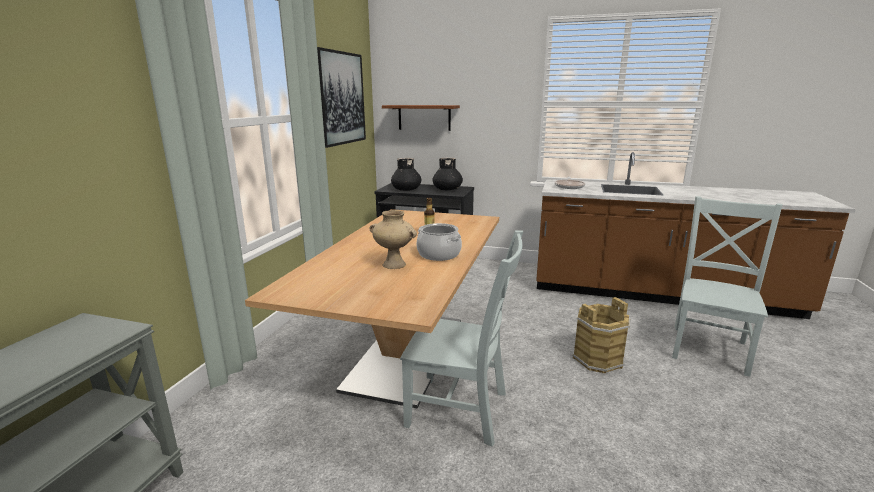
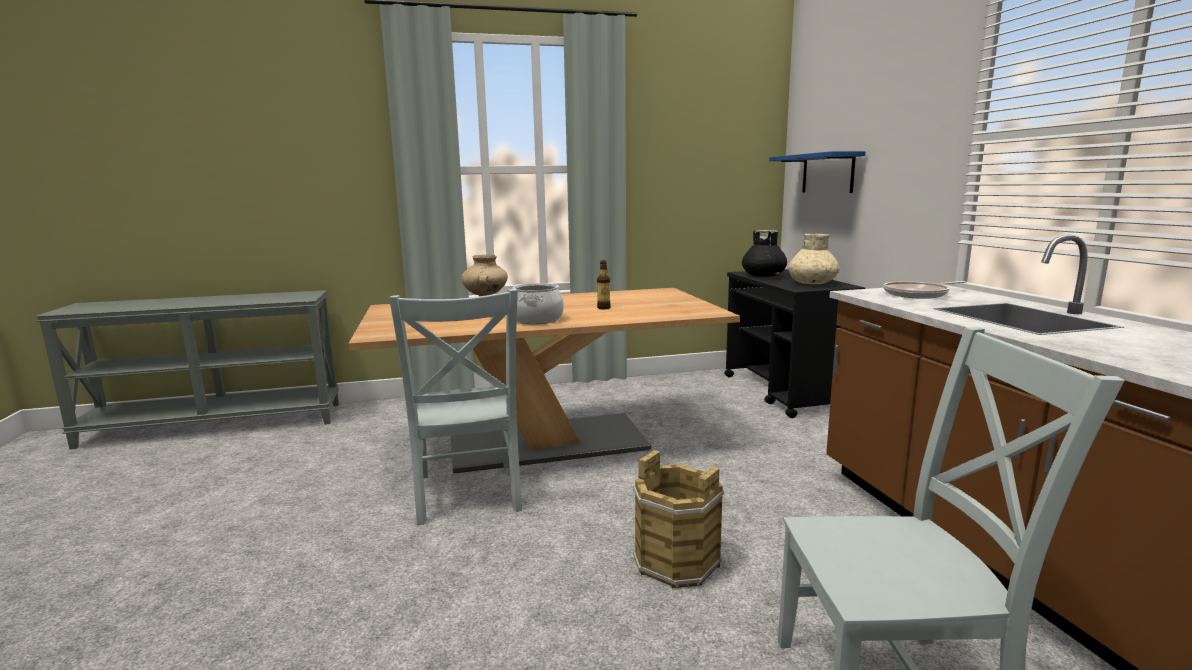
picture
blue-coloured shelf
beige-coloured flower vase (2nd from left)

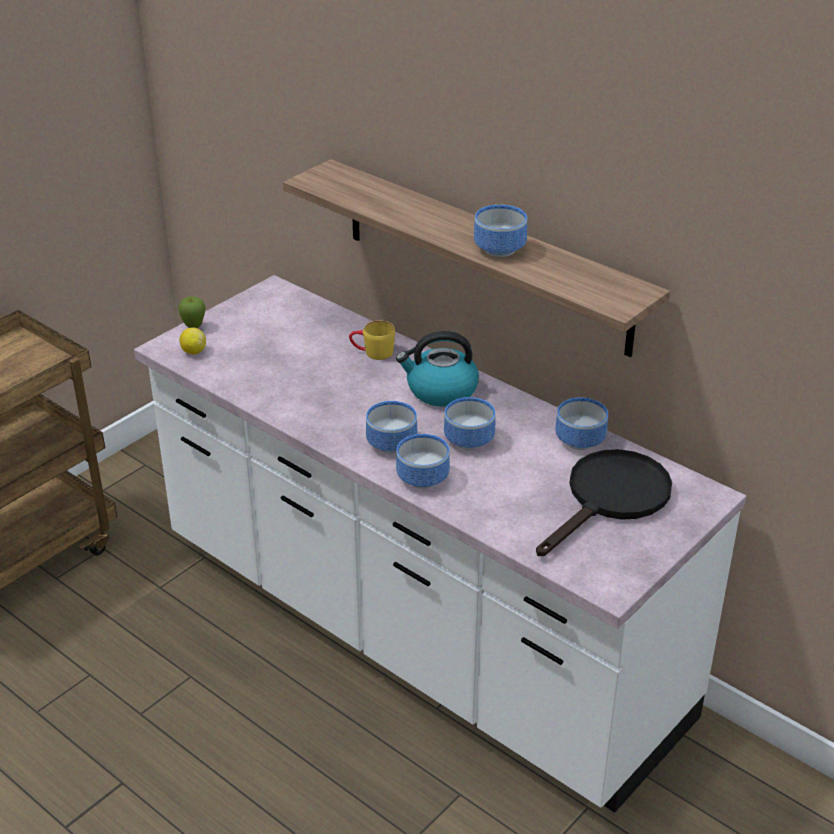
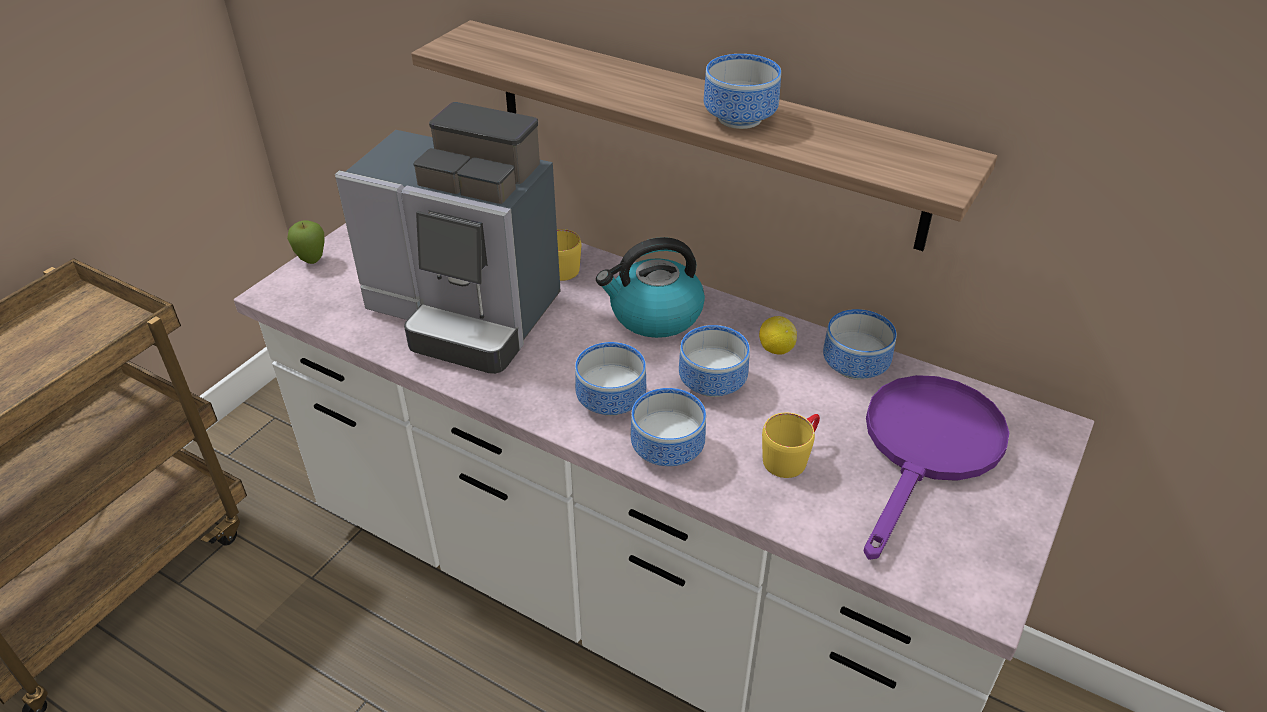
coffee machine
yellowish coffee mug (2nd from left)
lemon
purplish pan

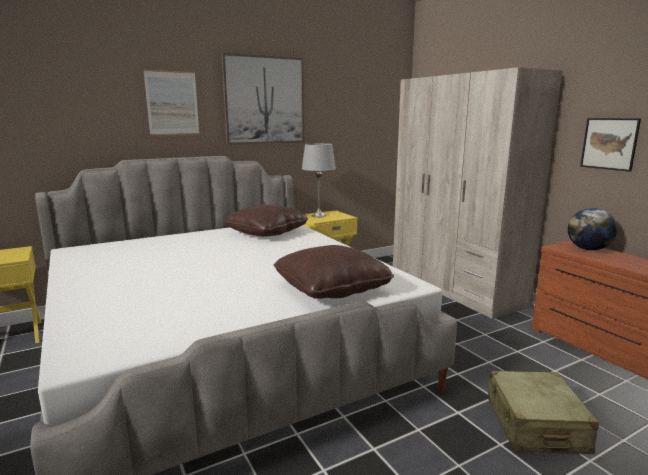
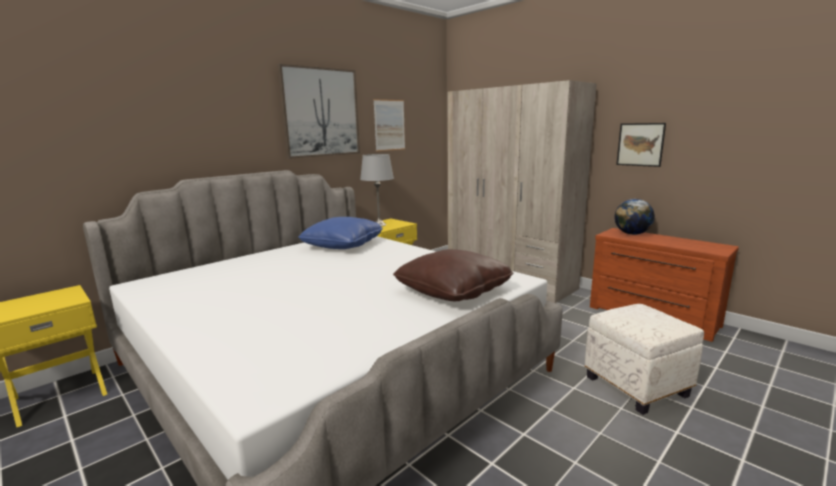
picture (2nd from left)
whitish footrest
blue-coloured cushion

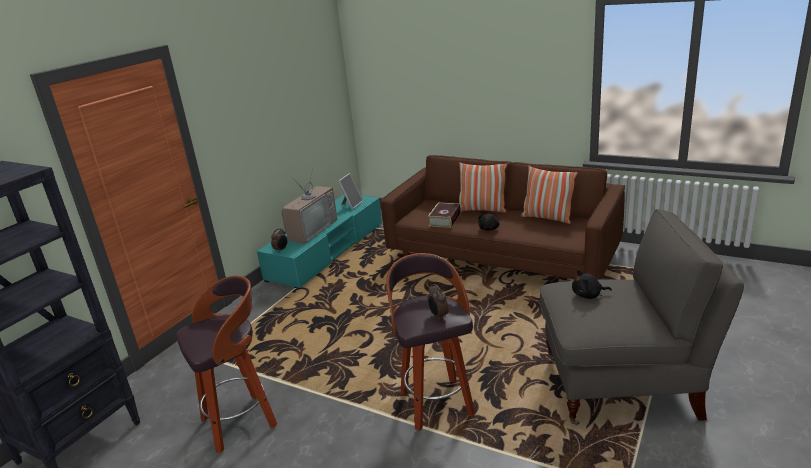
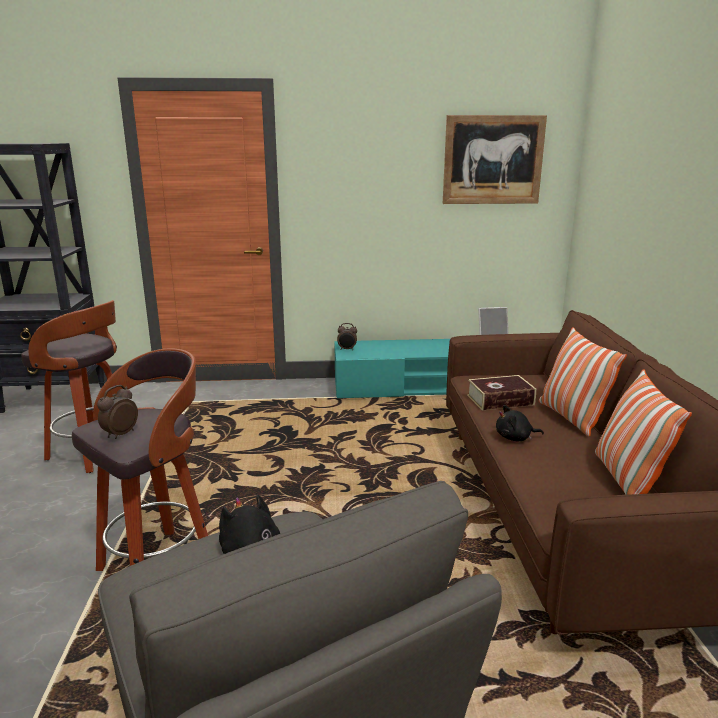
TV
picture

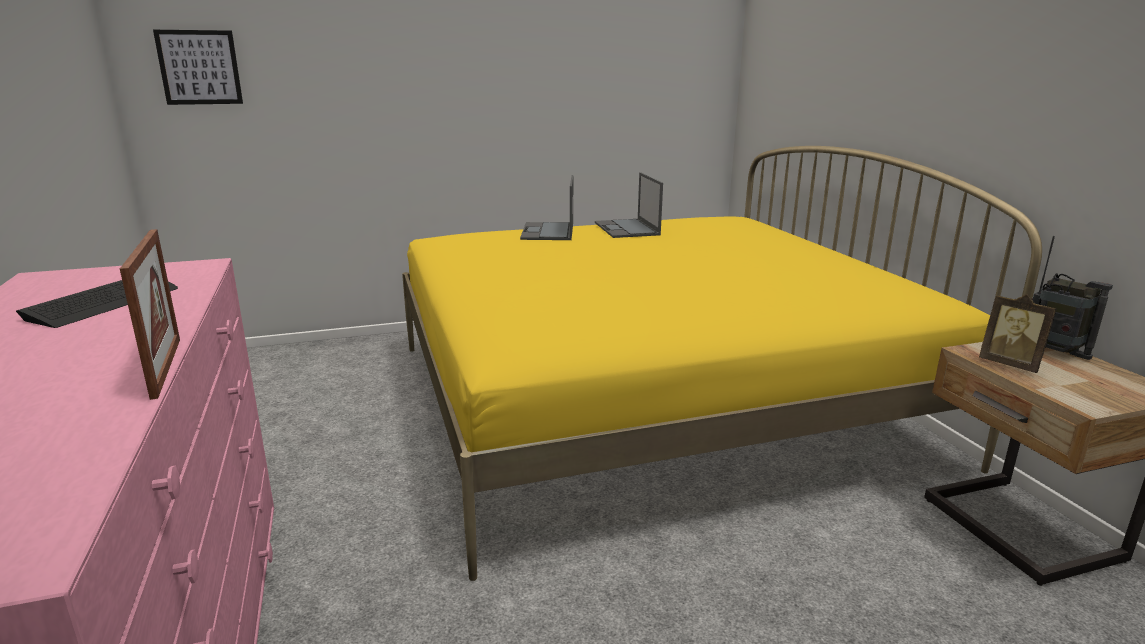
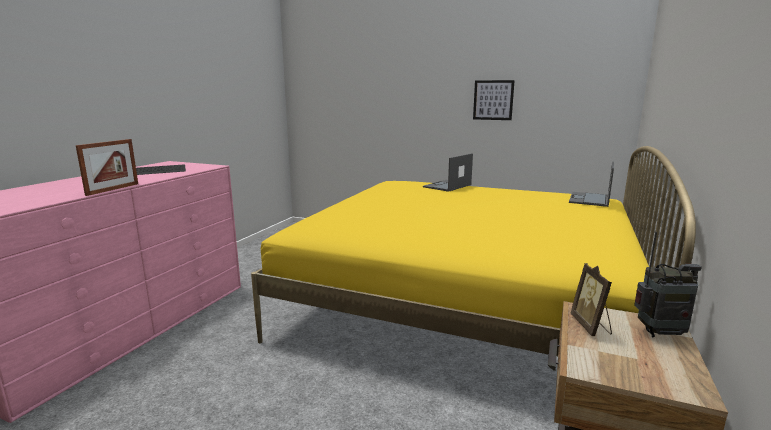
picture
laptop (2nd from left)
radio set

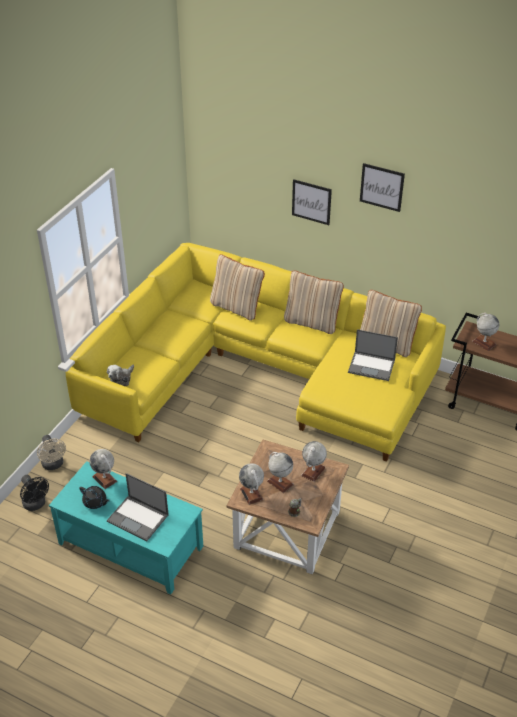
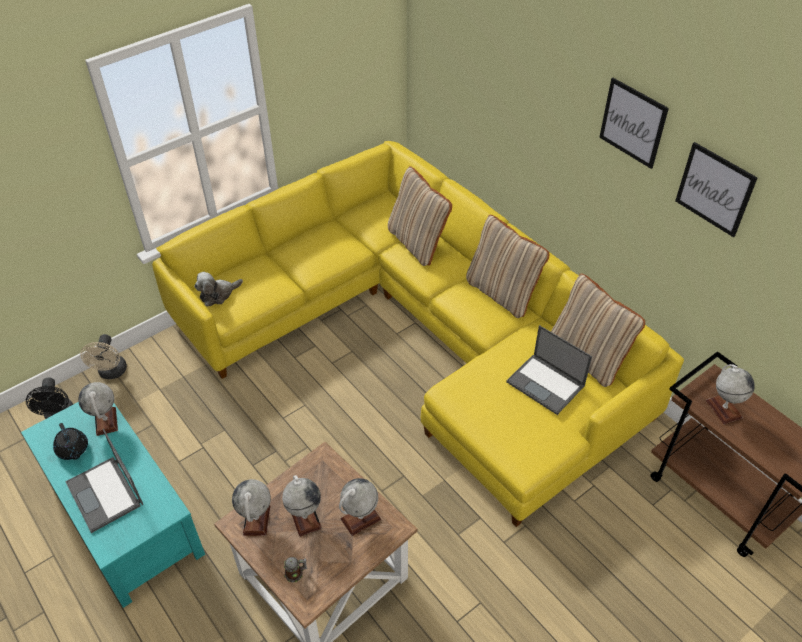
picture (2nd from left)

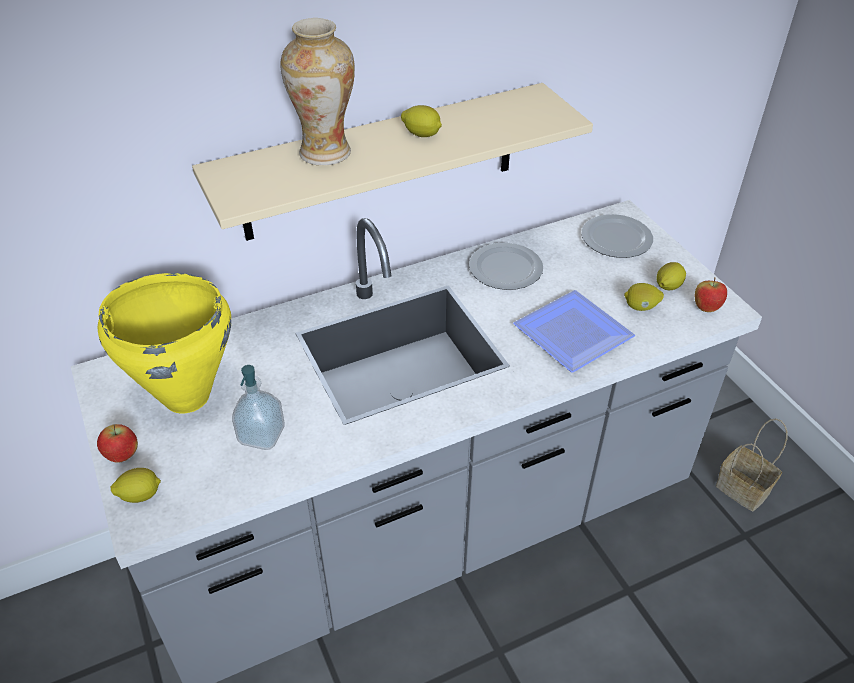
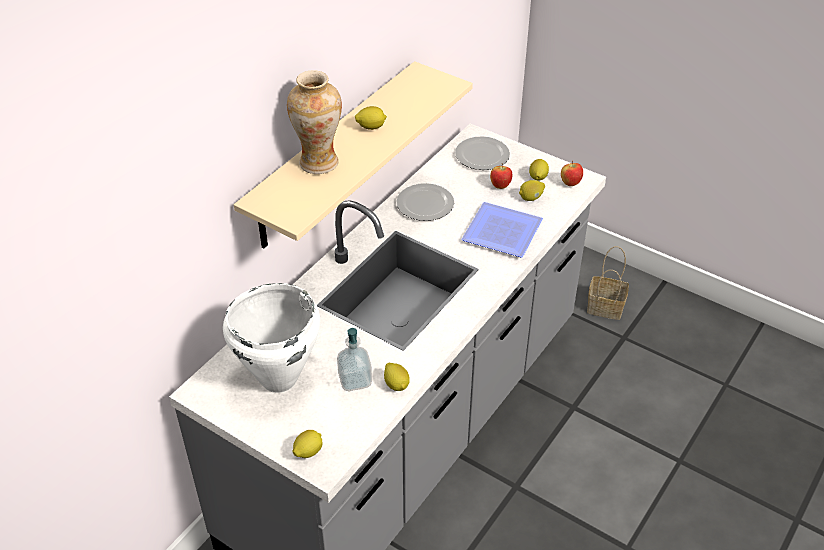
lemon (3rd from left)
apple (1st from left)
whitish saucepot

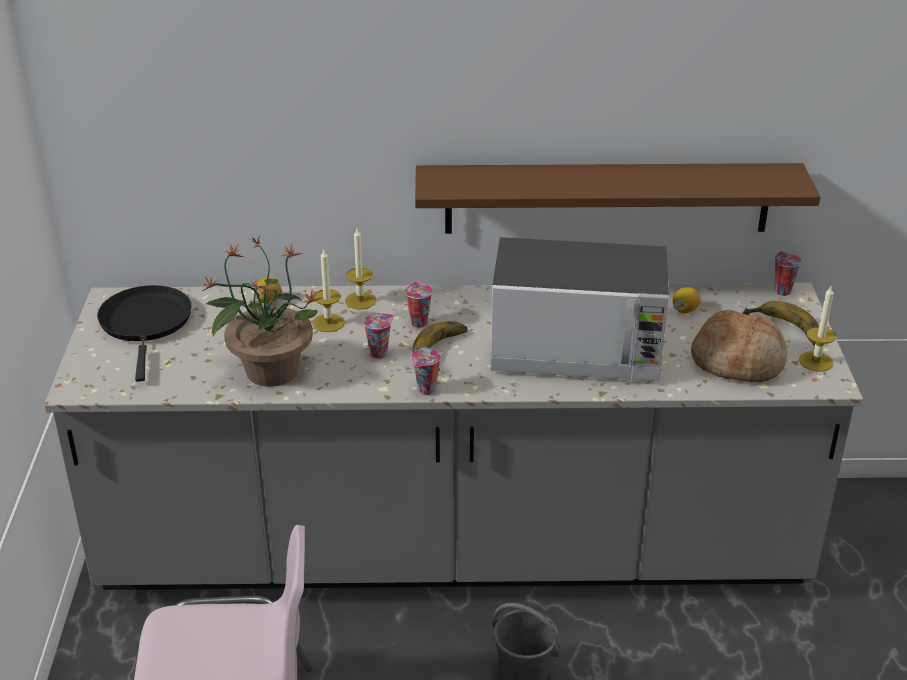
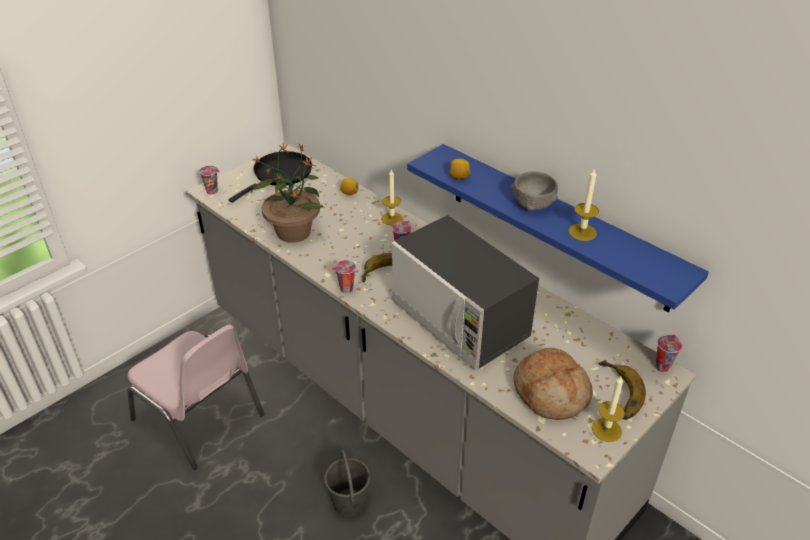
greyish bowl
wax light (2nd from left)
cup (1st from left)
lemon (2nd from left)
blue-coloured shelf

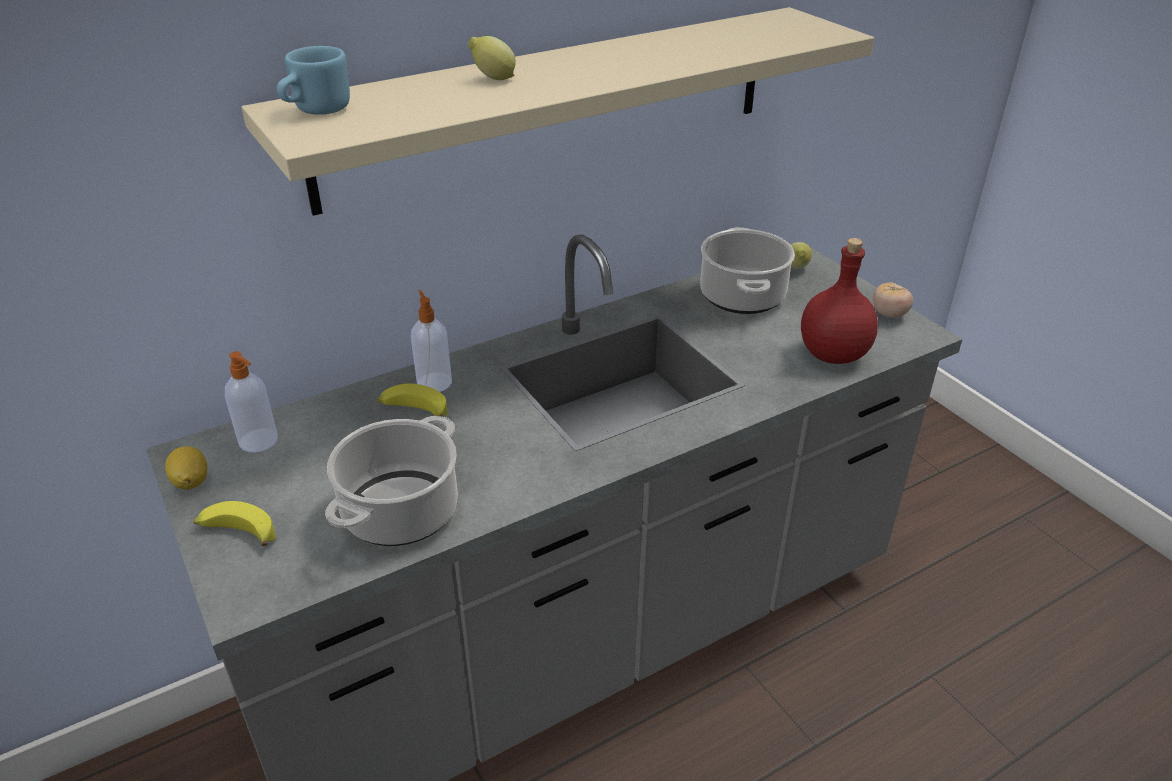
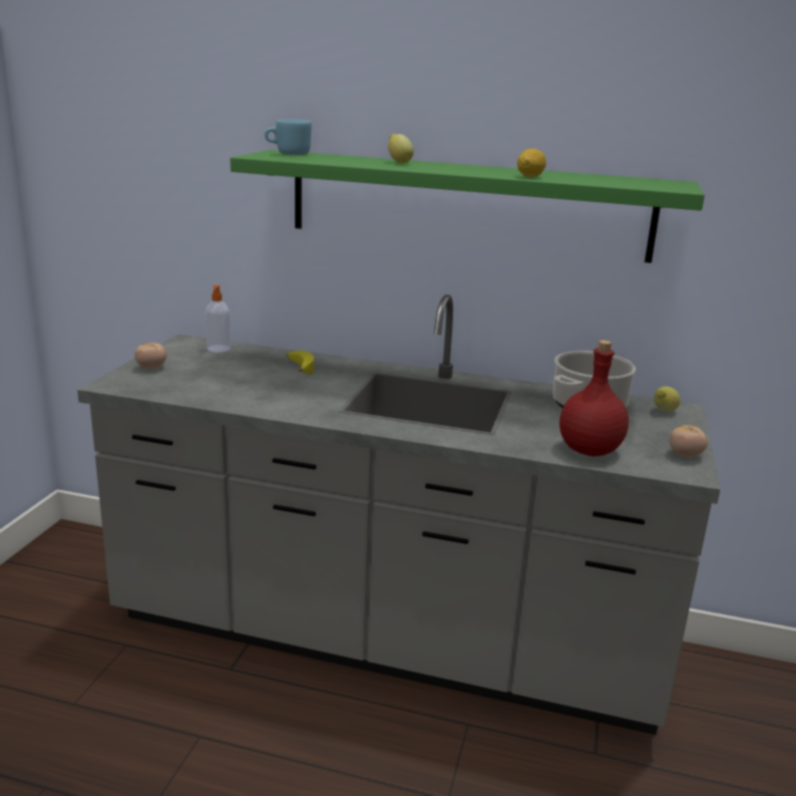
saucepot (1st from left in the first image)
liquid soap bottle (2nd from left in the first image)
lemon (2nd from left)
whole tomato (1st from left)
green shelf

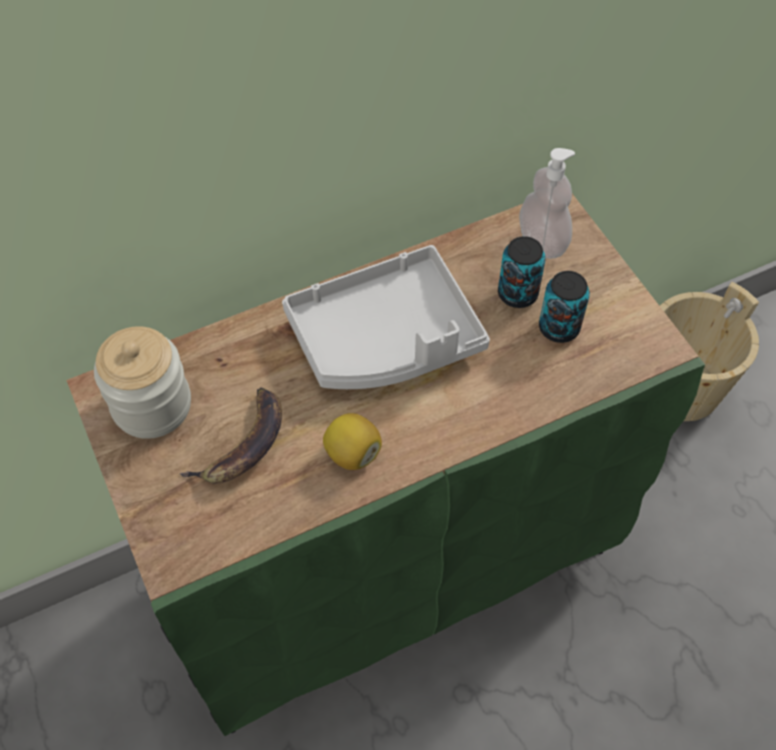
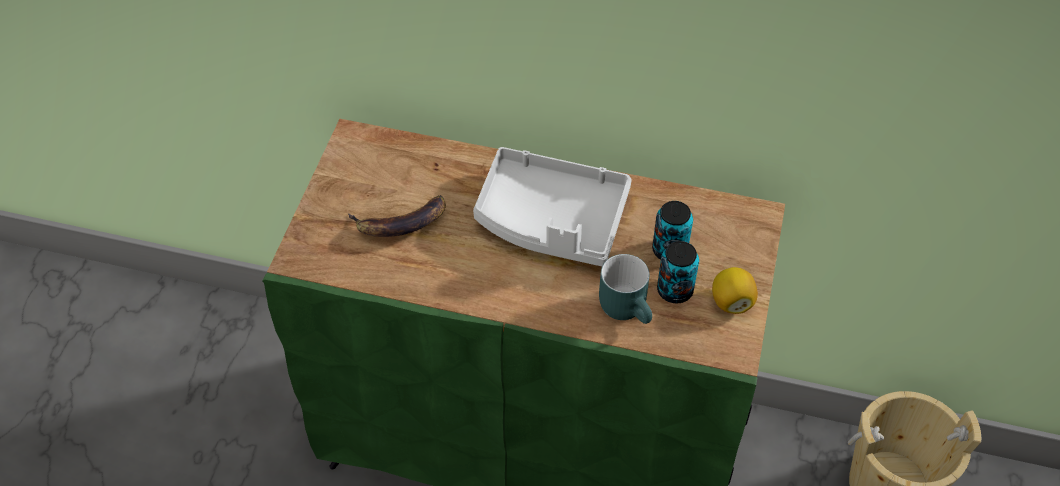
preserve jar
liquid soap bottle
turquoise-coloured coffee mug
lemon

